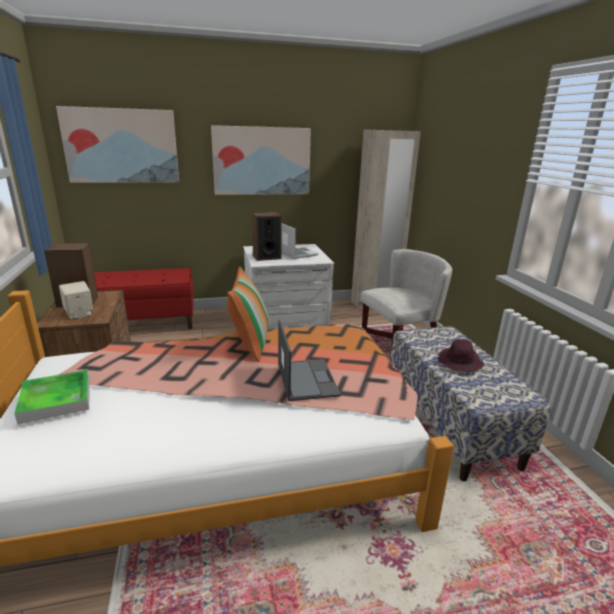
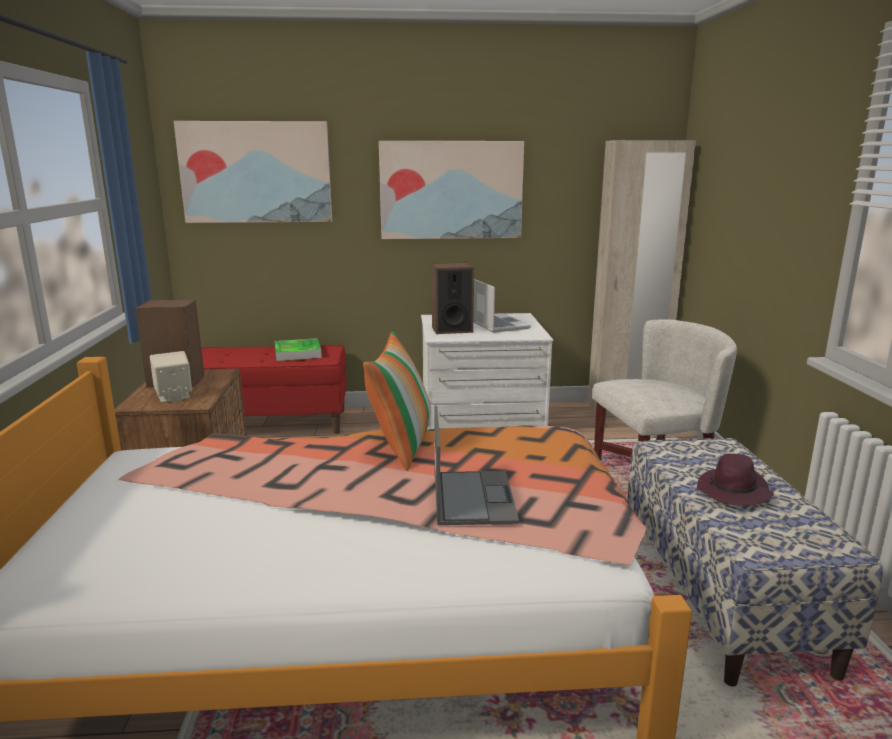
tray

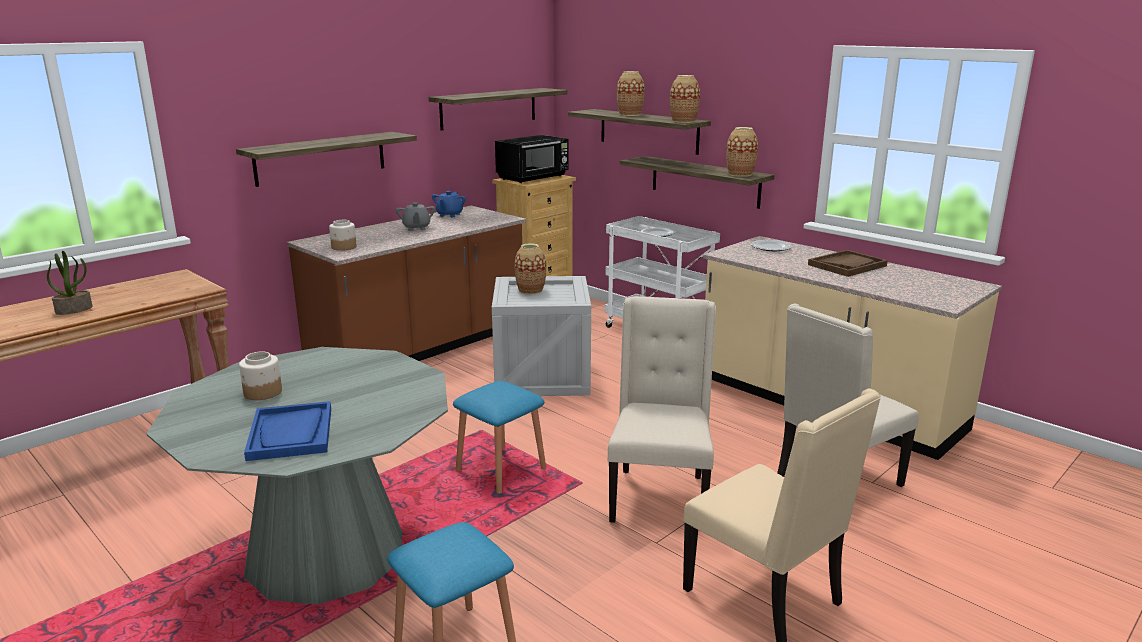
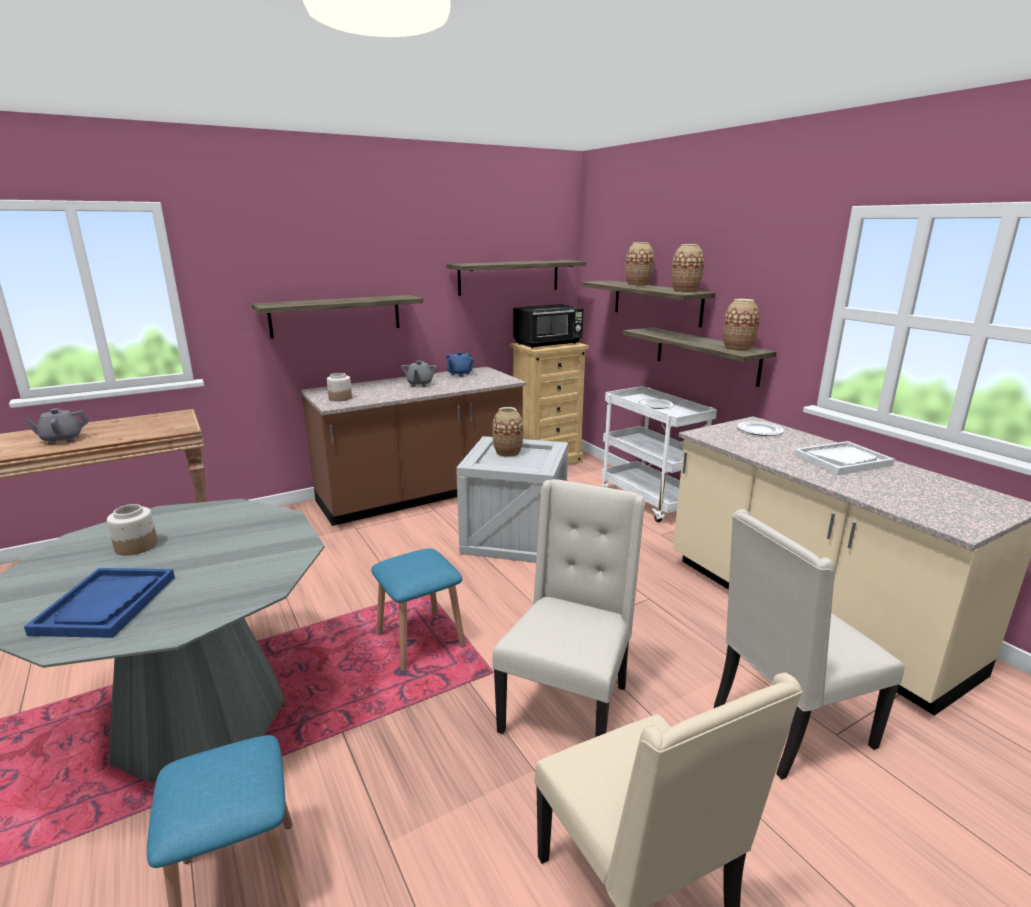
greyish pot for tea (1st from left)
whitish tray

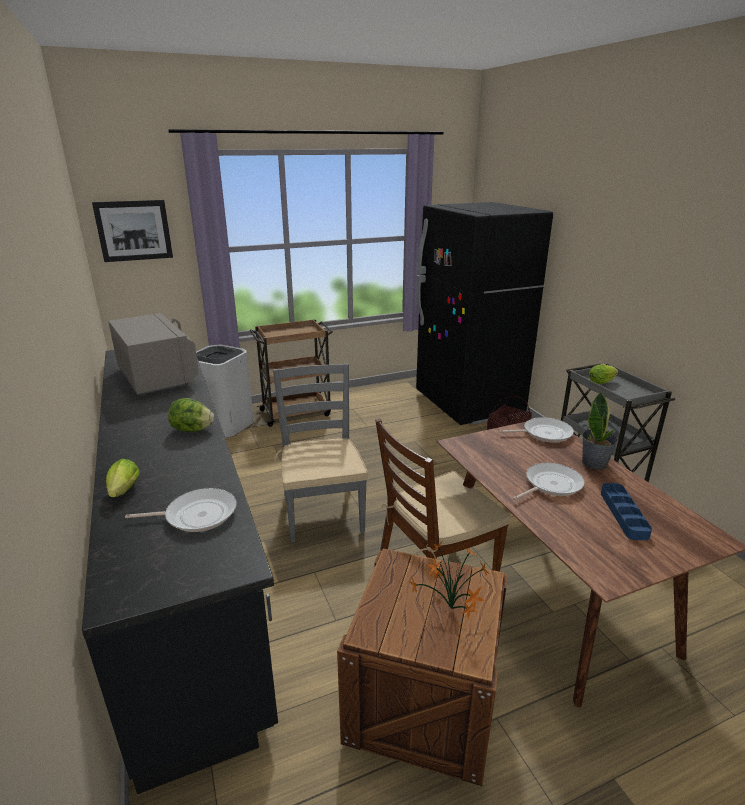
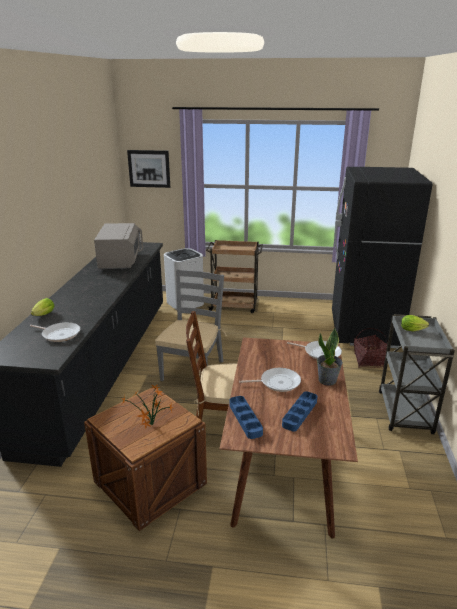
lettuce head (2nd from left in the first image)
blue-coloured tray (1st from left)

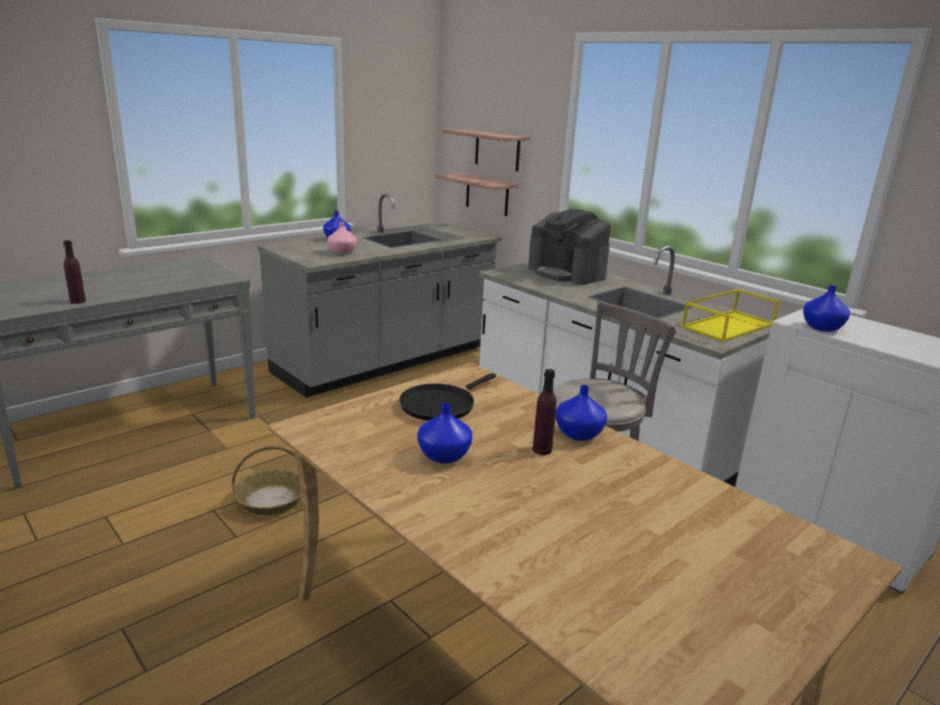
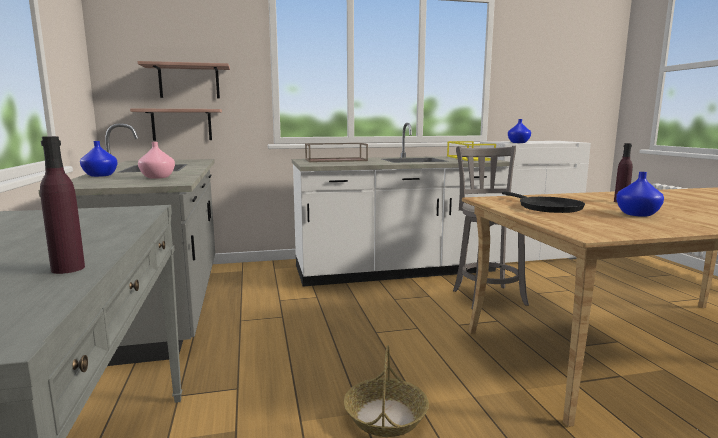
blue-coloured flower vase (3rd from left in the first image)
brown tray

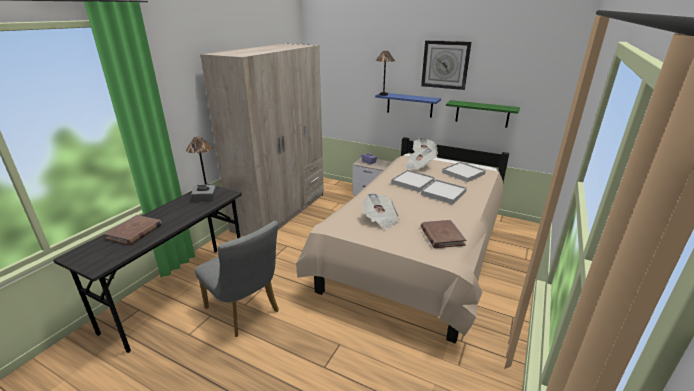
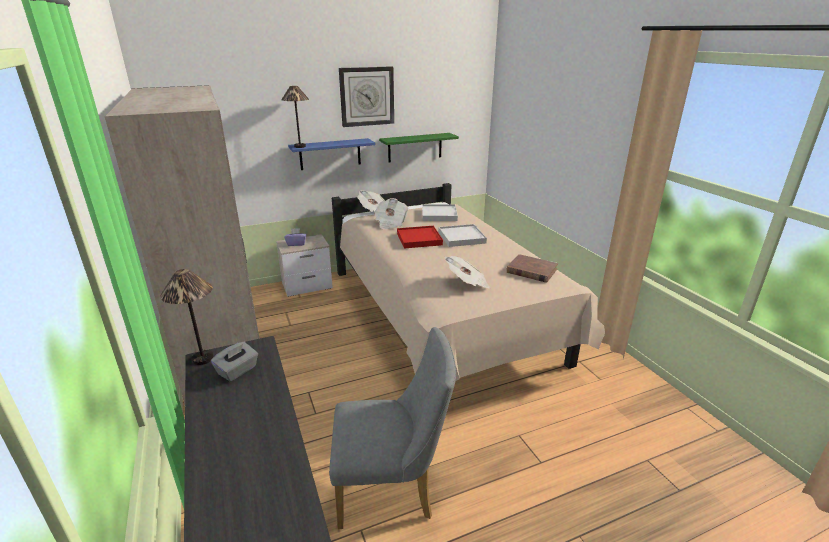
brown book (1st from left in the first image)
reddish tray

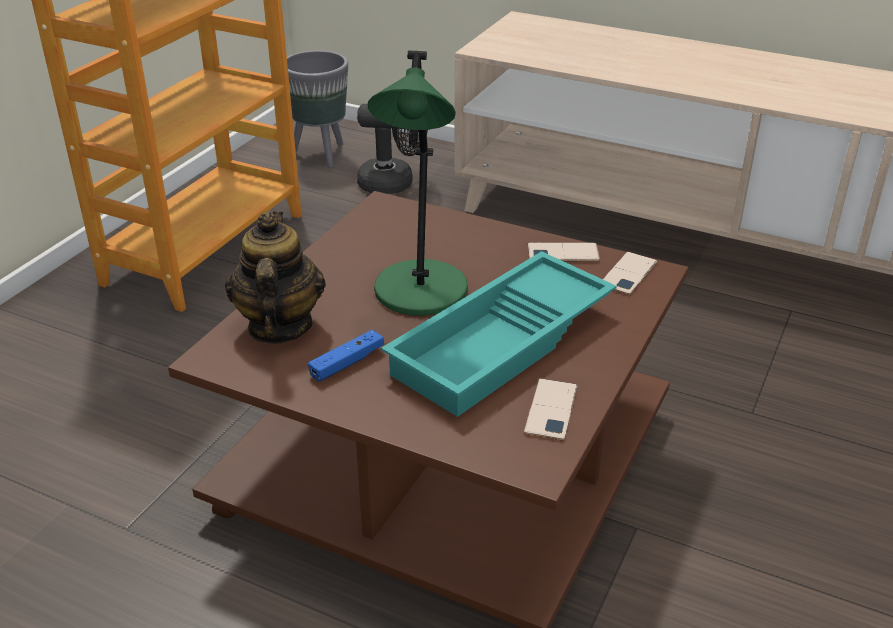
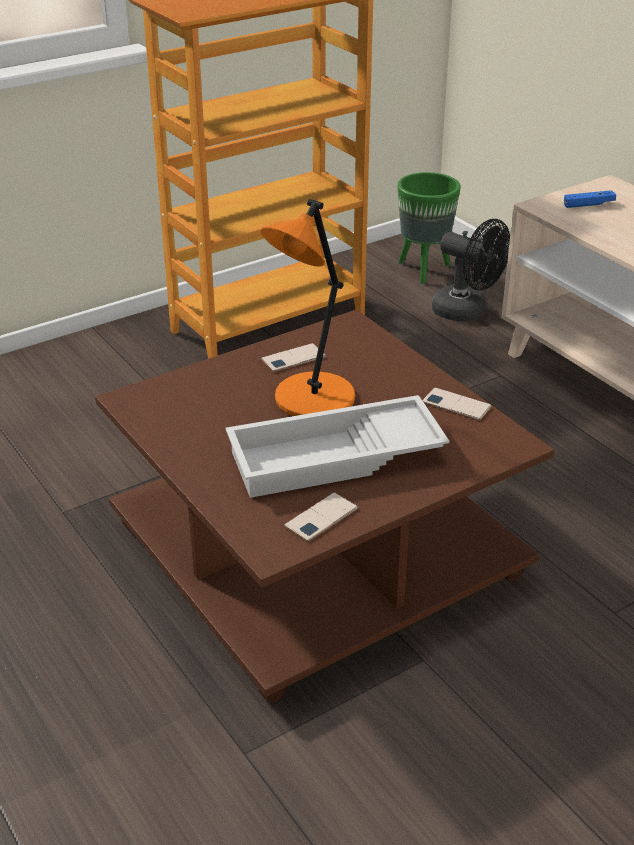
pot for tea
blue-coloured gamepad
handset (1st from left)
green planter
orange-coloured tabletop lamp
whitish tray

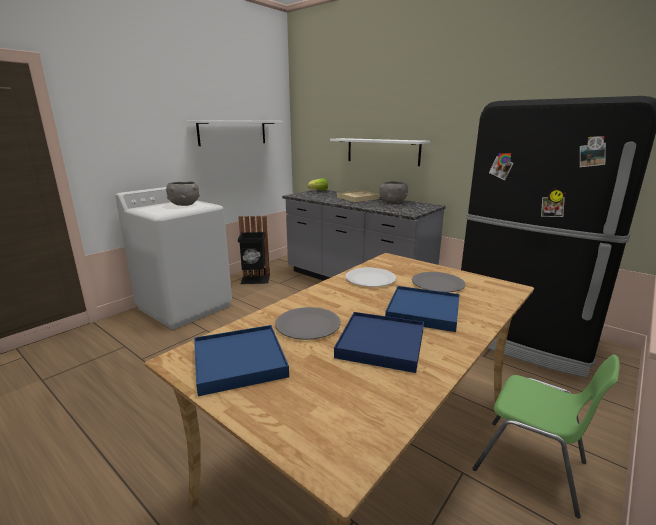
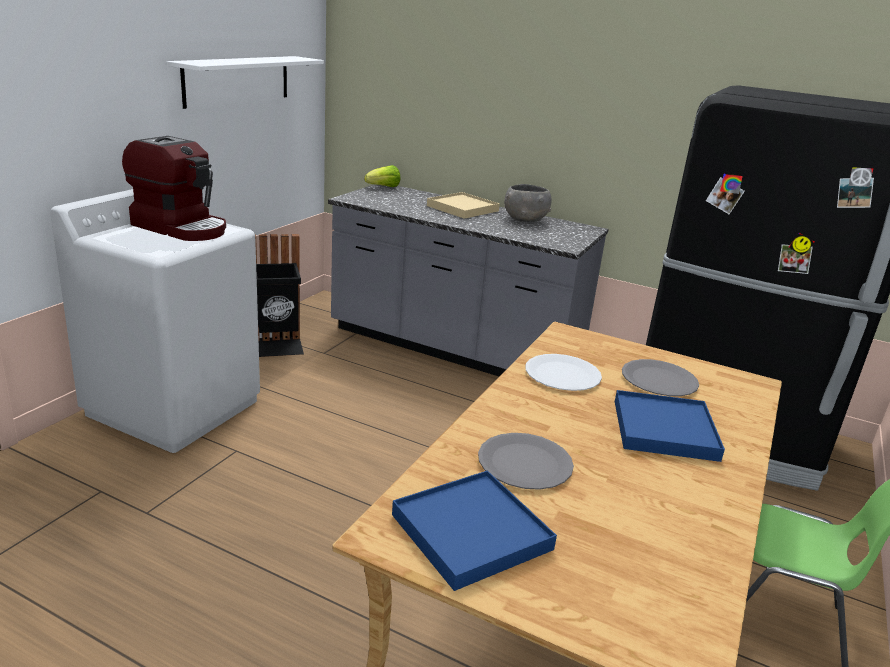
whitish shelf (2nd from left in the first image)
blue-coloured tray (2nd from left in the first image)
coffee machine

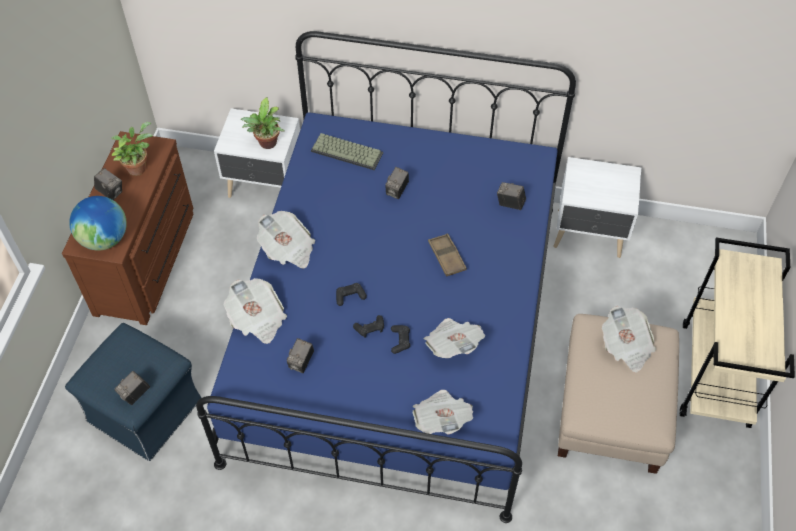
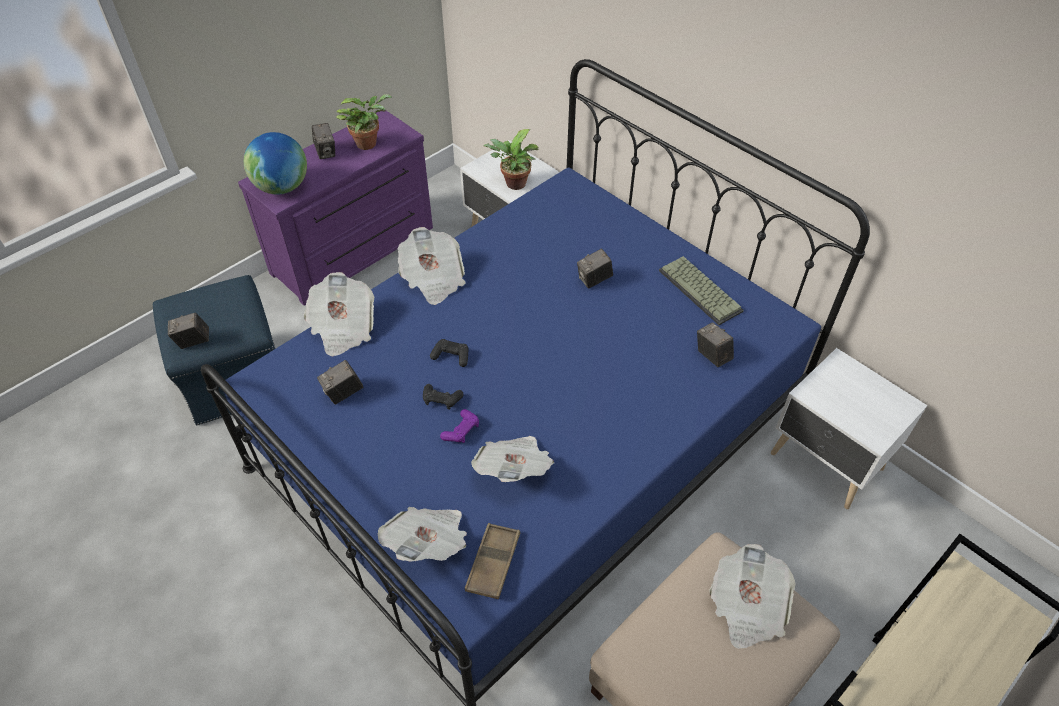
computer keyboard
brown tray
purplish drawer chest
purplish gamepad

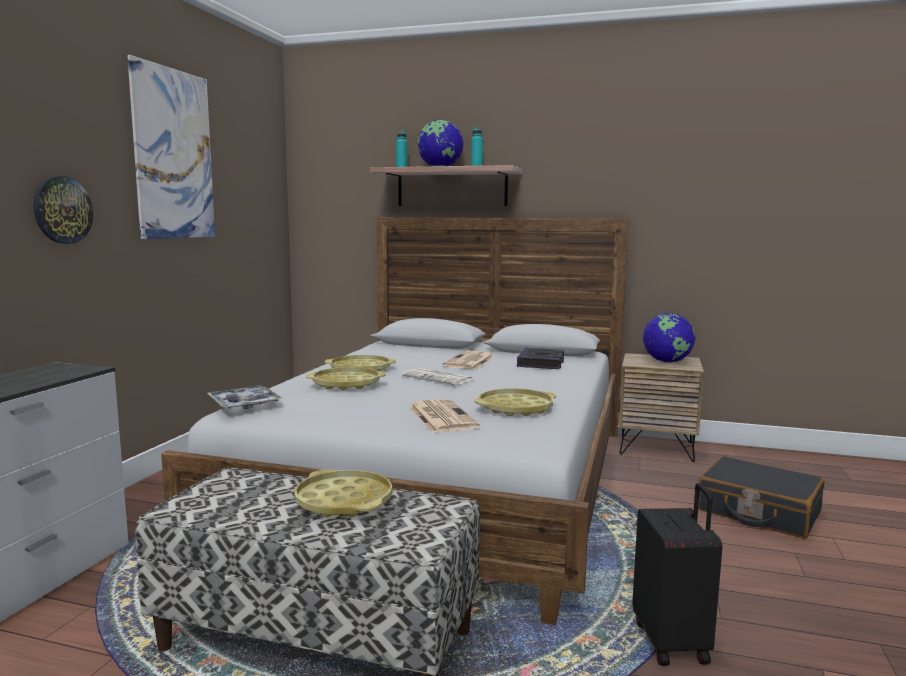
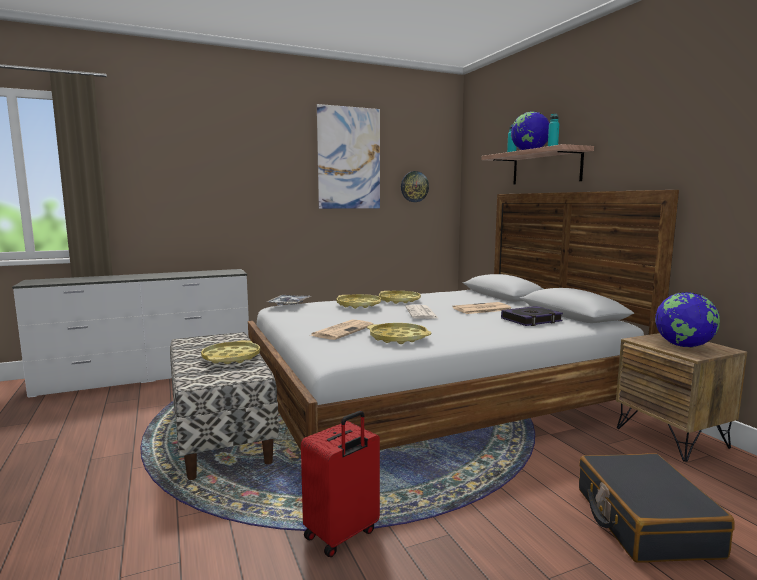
wall clock
reddish travel case

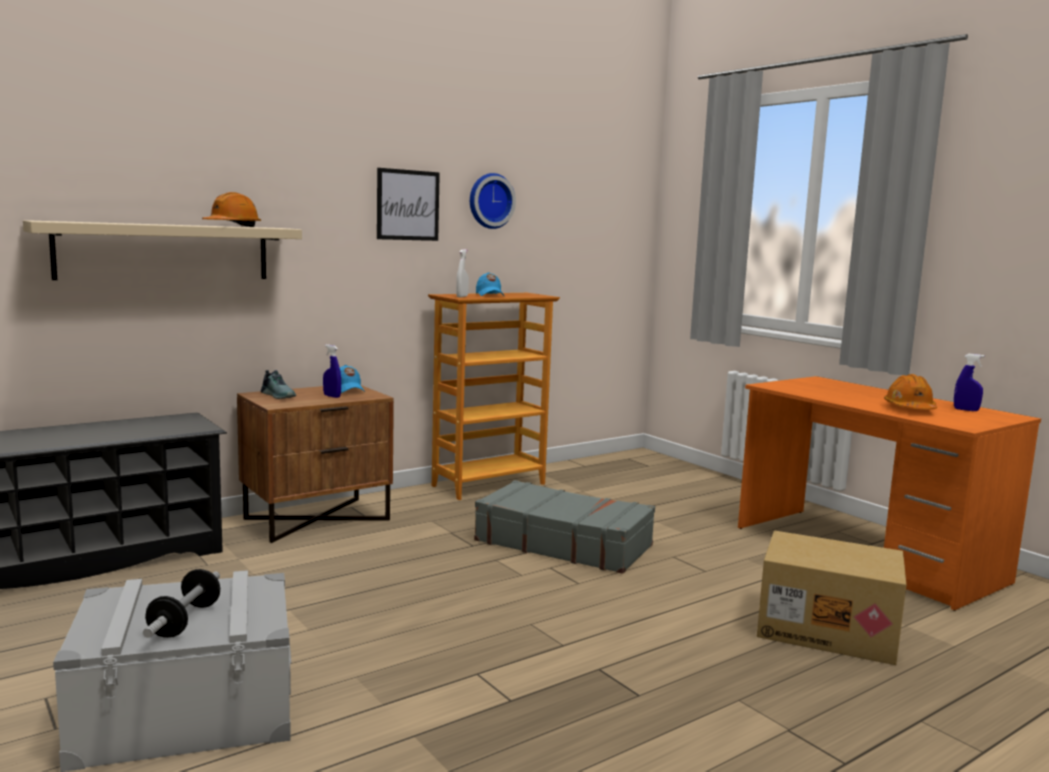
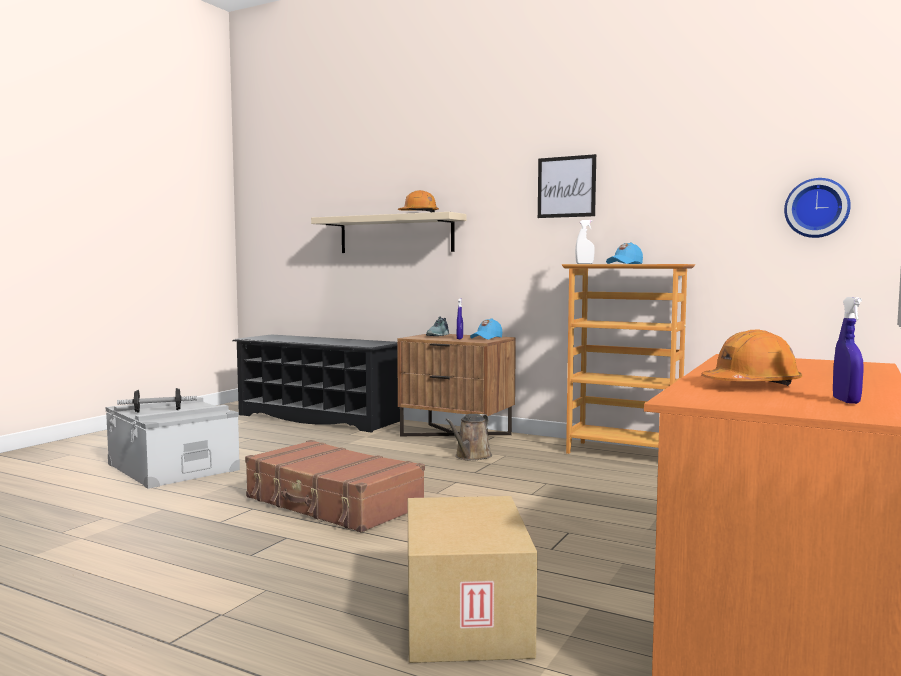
greyish travel case
brown travel case
brown sprinkling can
wall clock

